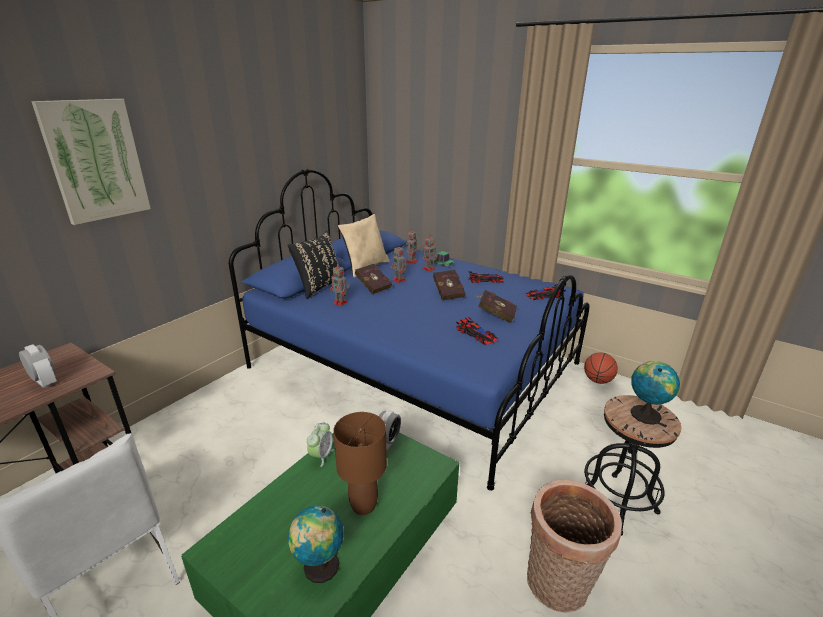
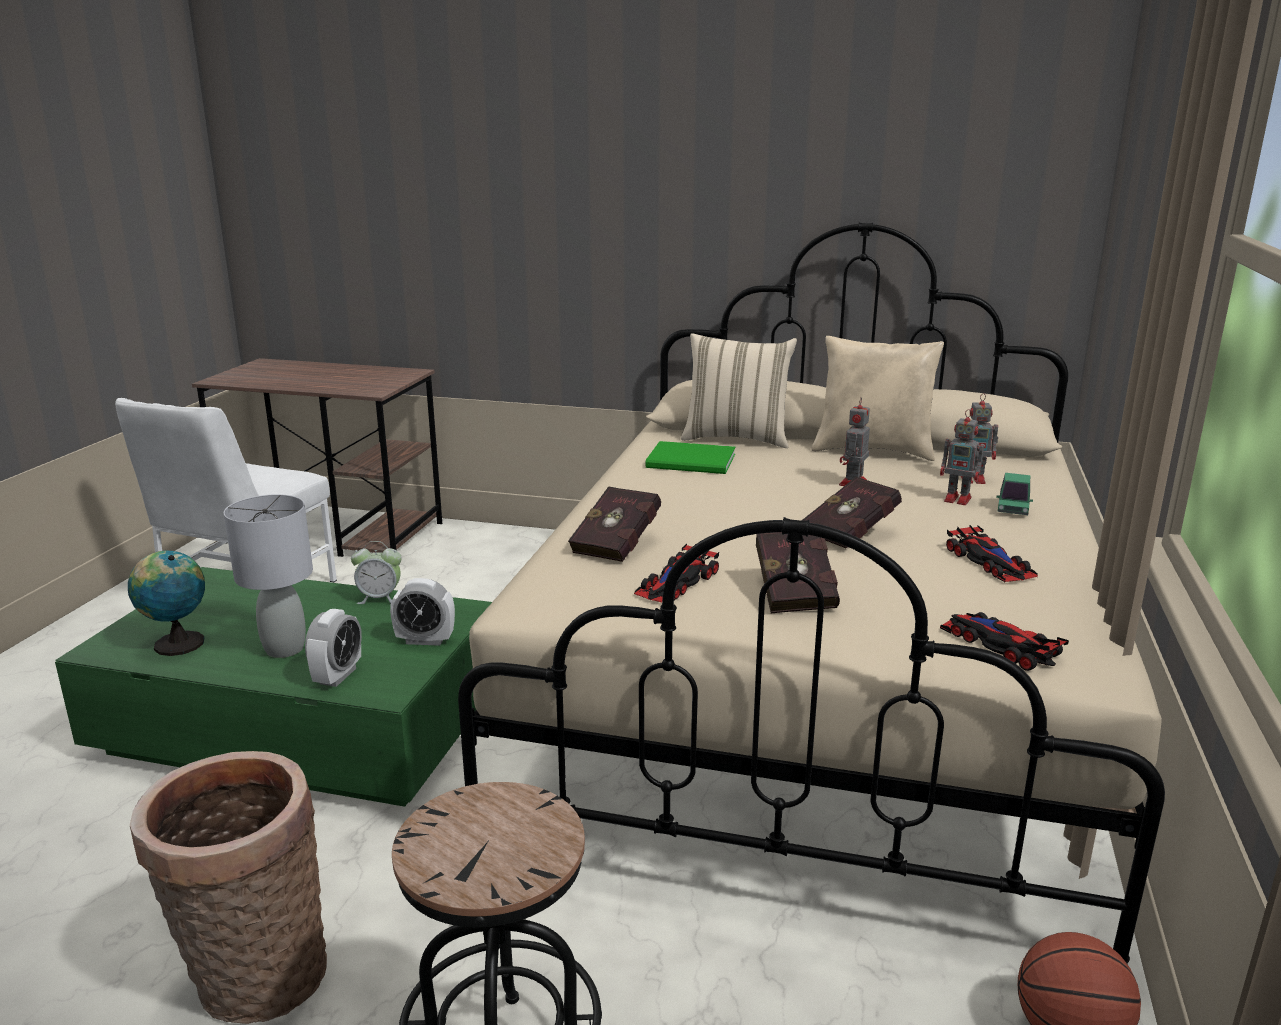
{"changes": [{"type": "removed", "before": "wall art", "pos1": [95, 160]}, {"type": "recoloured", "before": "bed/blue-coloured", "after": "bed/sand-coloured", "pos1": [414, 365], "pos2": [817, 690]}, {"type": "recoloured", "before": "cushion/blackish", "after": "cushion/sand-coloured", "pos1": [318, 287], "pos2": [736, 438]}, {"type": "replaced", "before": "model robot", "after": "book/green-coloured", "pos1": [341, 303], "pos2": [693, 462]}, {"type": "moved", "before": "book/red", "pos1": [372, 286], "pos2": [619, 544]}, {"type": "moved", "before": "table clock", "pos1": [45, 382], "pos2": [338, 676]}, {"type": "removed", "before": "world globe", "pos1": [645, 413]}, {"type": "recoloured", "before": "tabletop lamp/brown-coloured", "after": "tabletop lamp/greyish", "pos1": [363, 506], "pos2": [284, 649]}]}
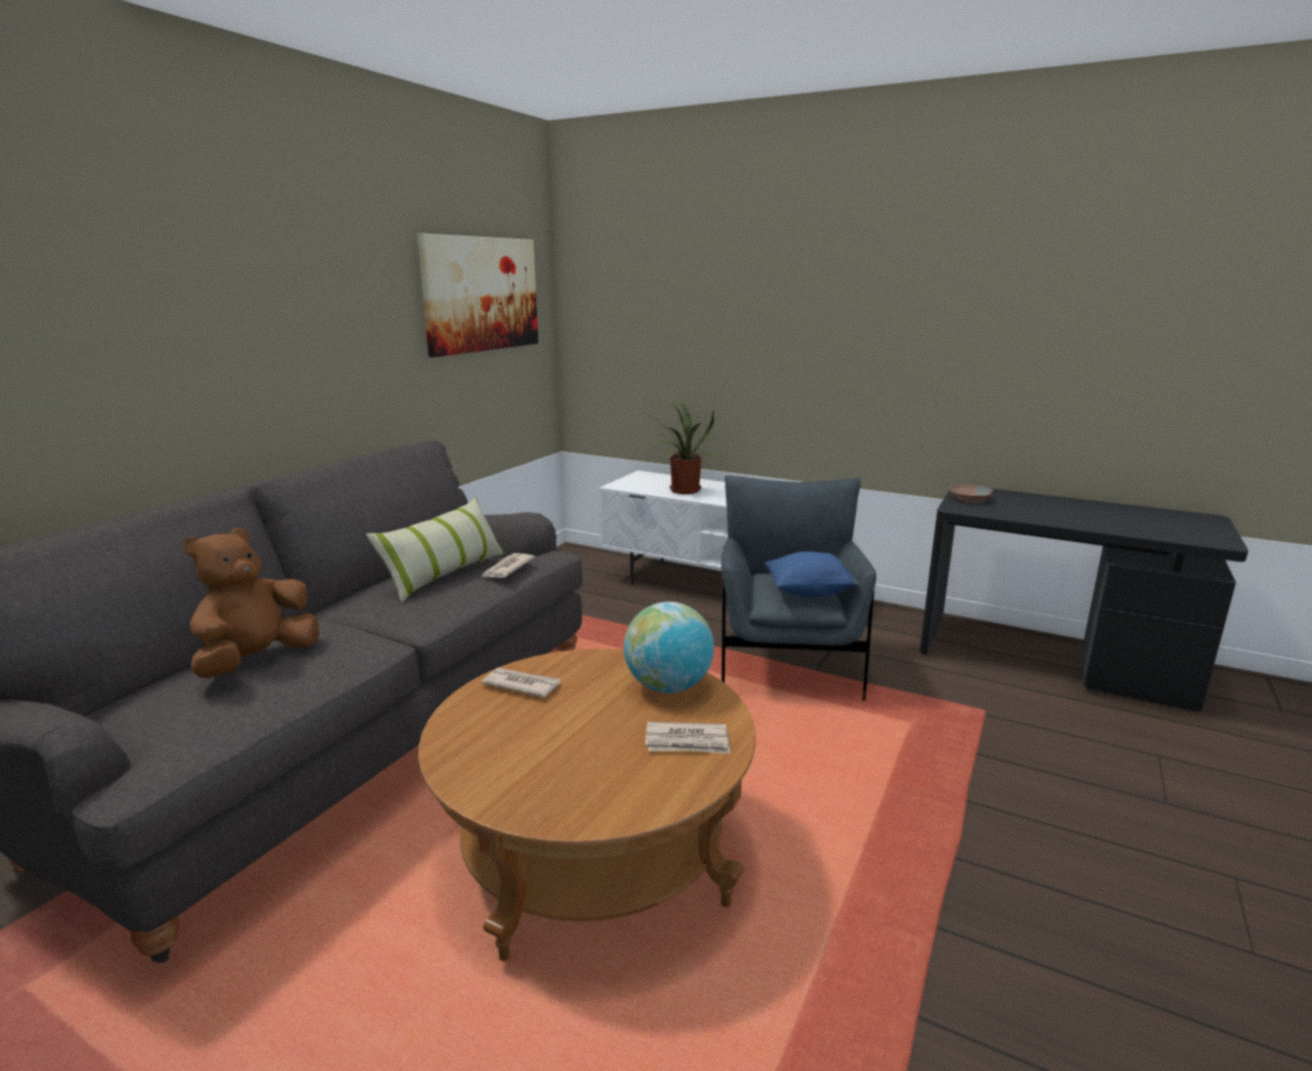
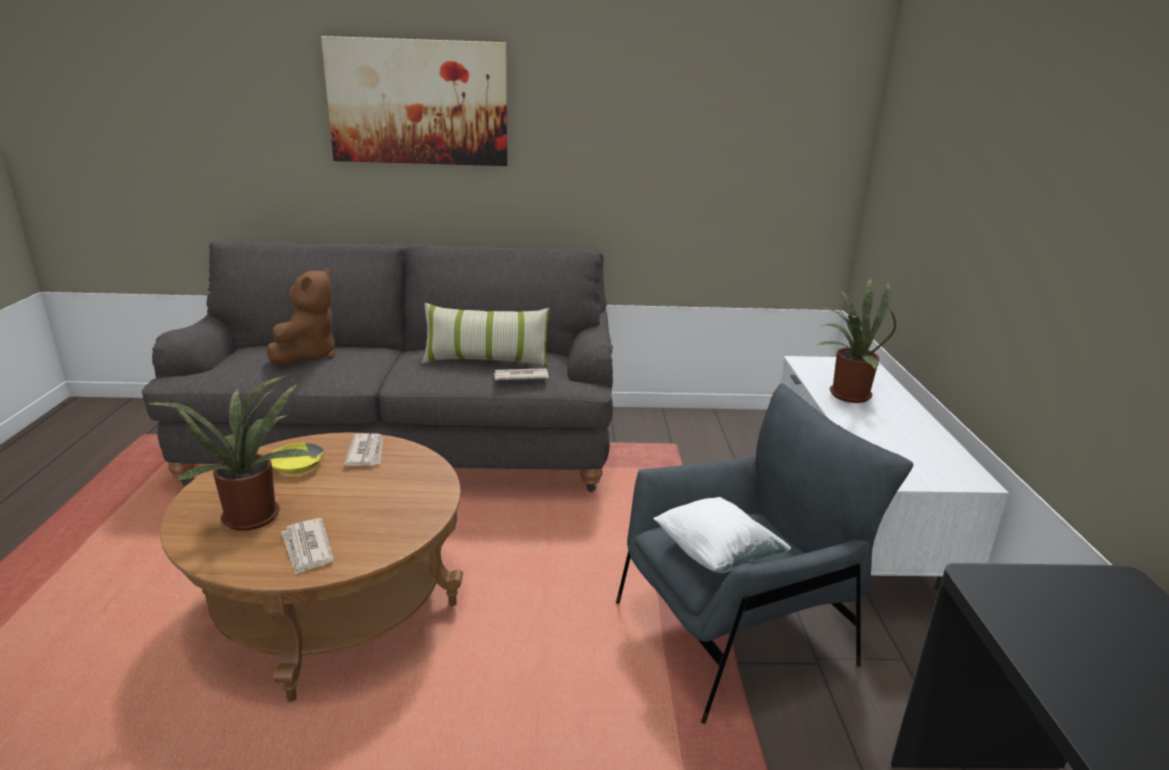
{"changes": [{"type": "moved", "before": "wall art", "pos1": [481, 294], "pos2": [418, 102]}, {"type": "removed", "before": "serving bowl/brown-coloured", "pos1": [969, 499]}, {"type": "turned", "before": "cuddly toy/brown-coloured", "pos1": [257, 661], "pos2": [308, 355], "turn": 105}, {"type": "recoloured", "before": "cushion/blue-coloured", "after": "cushion/white-coloured", "pos1": [809, 592], "pos2": [716, 555]}, {"type": "removed", "before": "world globe", "pos1": [668, 686]}, {"type": "added", "after": "houseplant", "pos2": [253, 514]}, {"type": "added", "after": "serving bowl/yellowish", "pos2": [297, 467]}]}
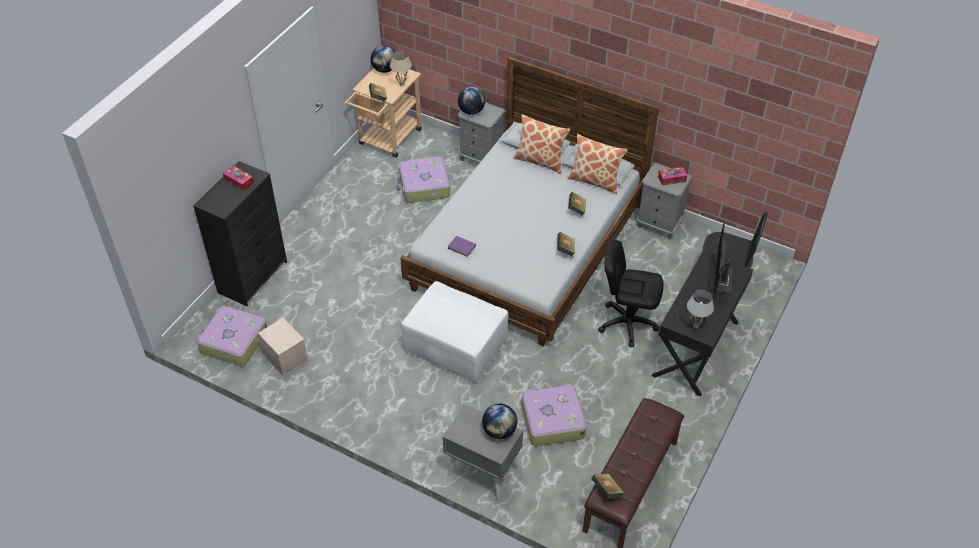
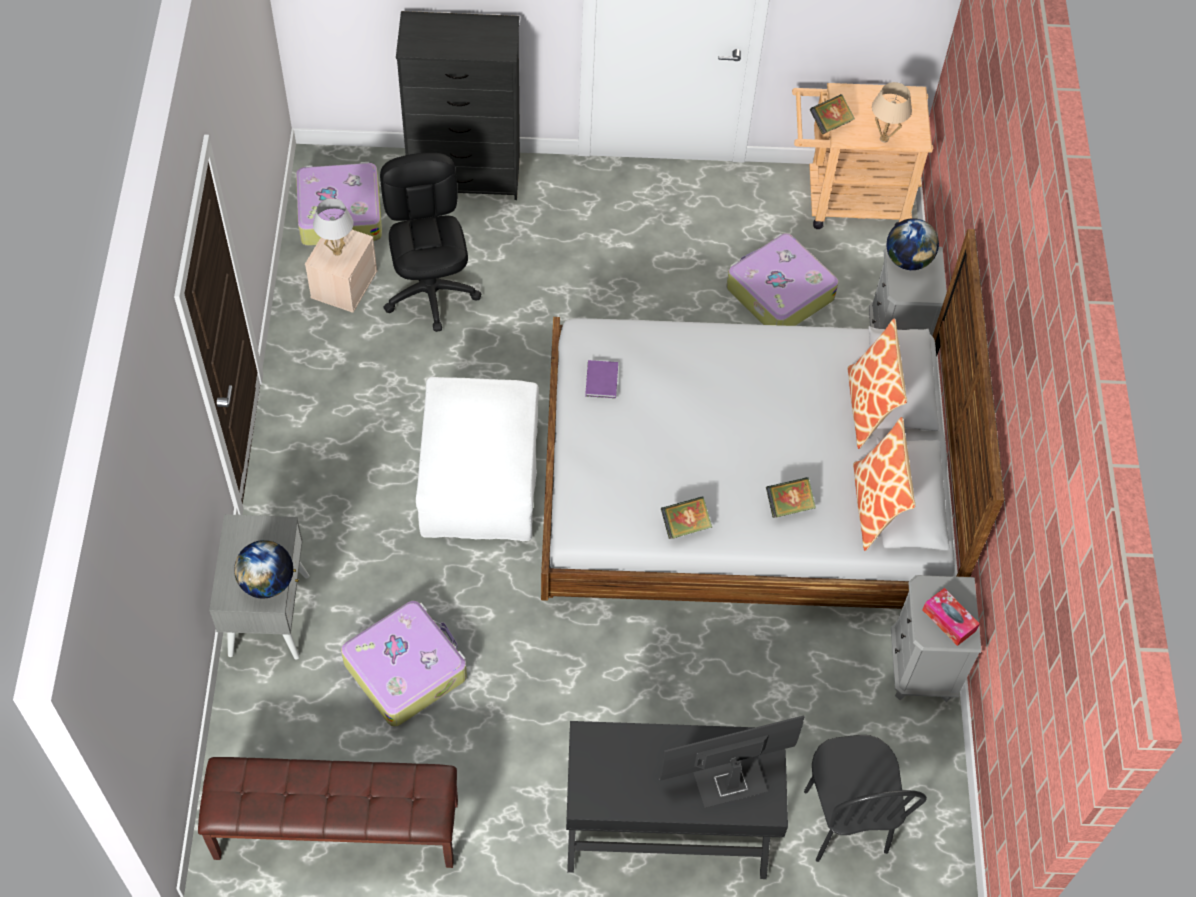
{"changes": [{"type": "removed", "before": "world globe", "pos1": [385, 69]}, {"type": "removed", "before": "tissue box", "pos1": [239, 181]}, {"type": "moved", "before": "computer chair/blackish", "pos1": [627, 323], "pos2": [431, 292]}, {"type": "moved", "before": "tabletop lamp/white-coloured", "pos1": [696, 325], "pos2": [337, 251]}, {"type": "removed", "before": "book", "pos1": [606, 491]}]}
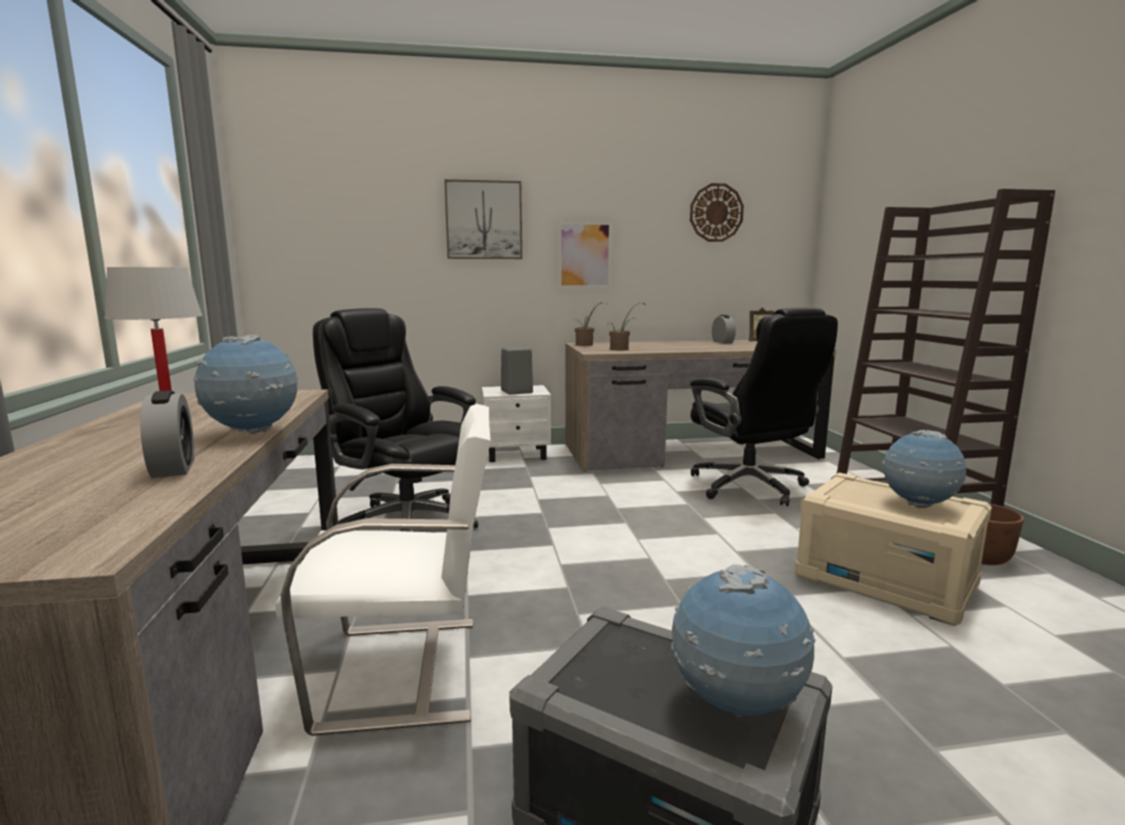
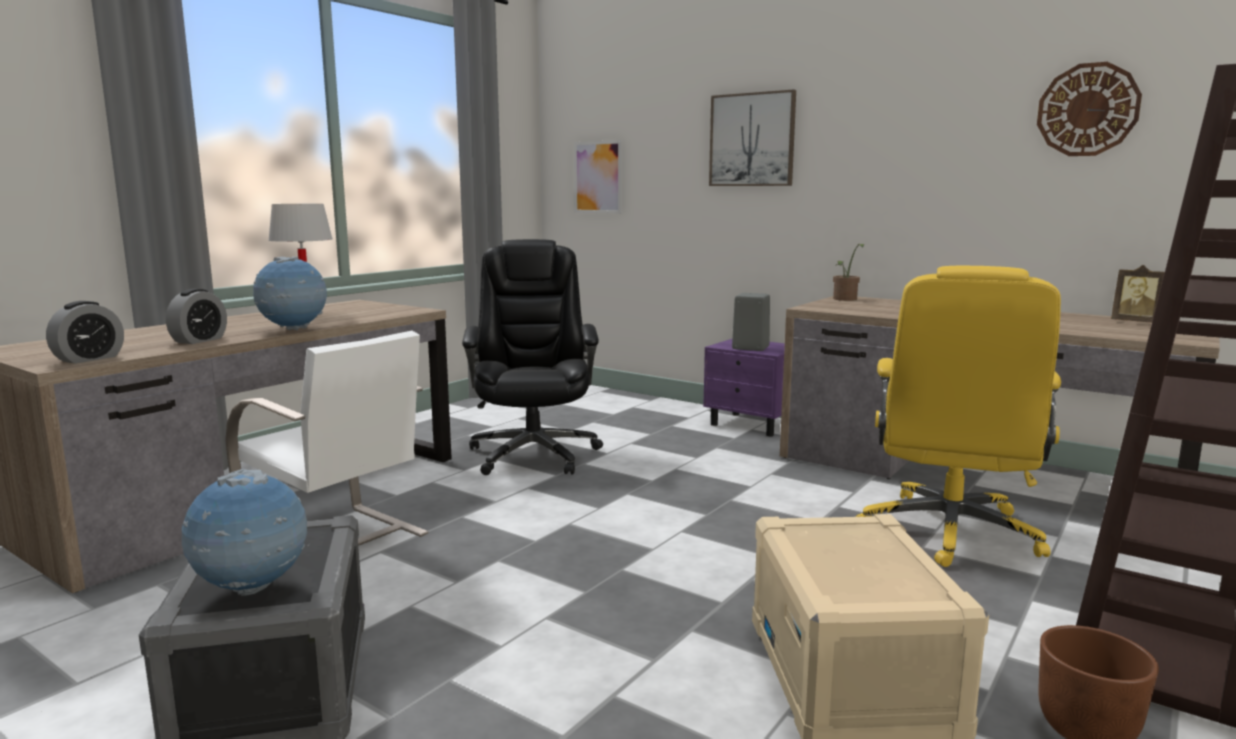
{"changes": [{"type": "moved", "before": "wall art", "pos1": [584, 255], "pos2": [598, 177]}, {"type": "removed", "before": "houseplant", "pos1": [622, 349]}, {"type": "recoloured", "before": "computer chair/blackish", "after": "computer chair/yellowish", "pos1": [750, 487], "pos2": [949, 532]}, {"type": "moved", "before": "table clock", "pos1": [722, 342], "pos2": [89, 359]}, {"type": "recoloured", "before": "bedside table/white-coloured", "after": "bedside table/purple", "pos1": [517, 454], "pos2": [753, 424]}, {"type": "removed", "before": "world globe", "pos1": [918, 506]}]}
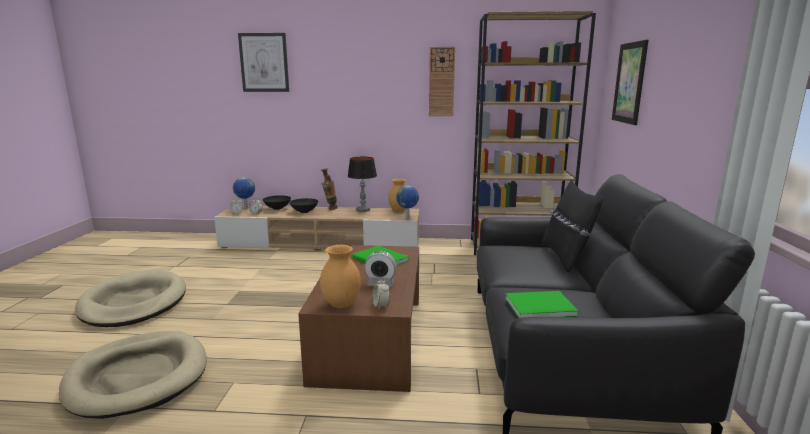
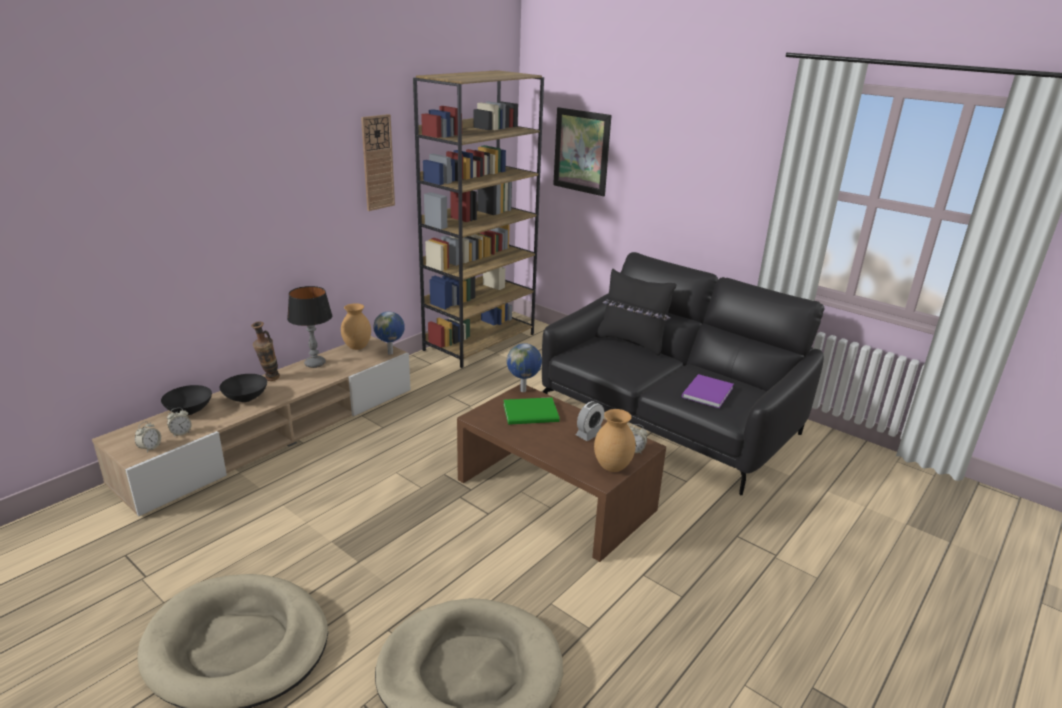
{"changes": [{"type": "removed", "before": "wall art", "pos1": [264, 62]}, {"type": "moved", "before": "world globe", "pos1": [245, 208], "pos2": [524, 391]}, {"type": "recoloured", "before": "book/green-coloured", "after": "book/purple", "pos1": [537, 306], "pos2": [705, 393]}]}
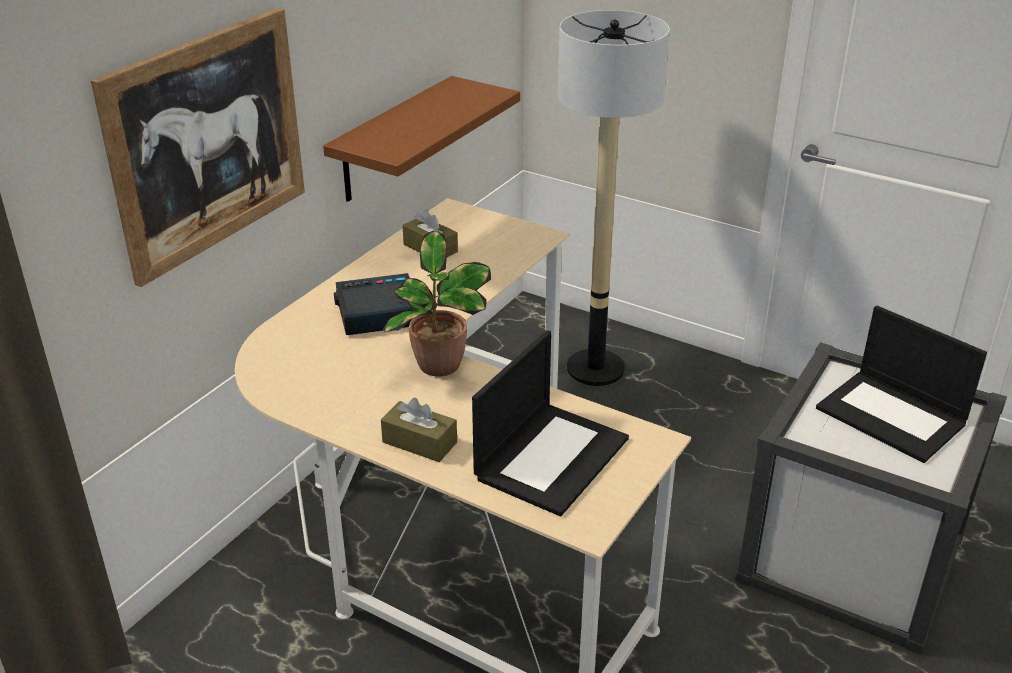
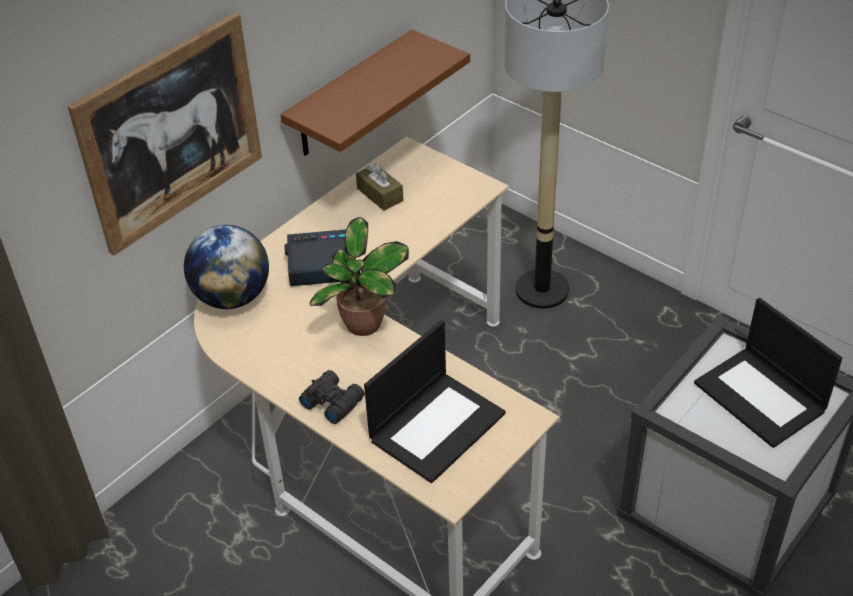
{"changes": [{"type": "replaced", "before": "tissue box/brown-coloured", "after": "pair of binoculars/blackish", "pos1": [419, 442], "pos2": [332, 401]}, {"type": "added", "after": "world globe", "pos2": [232, 297]}]}
